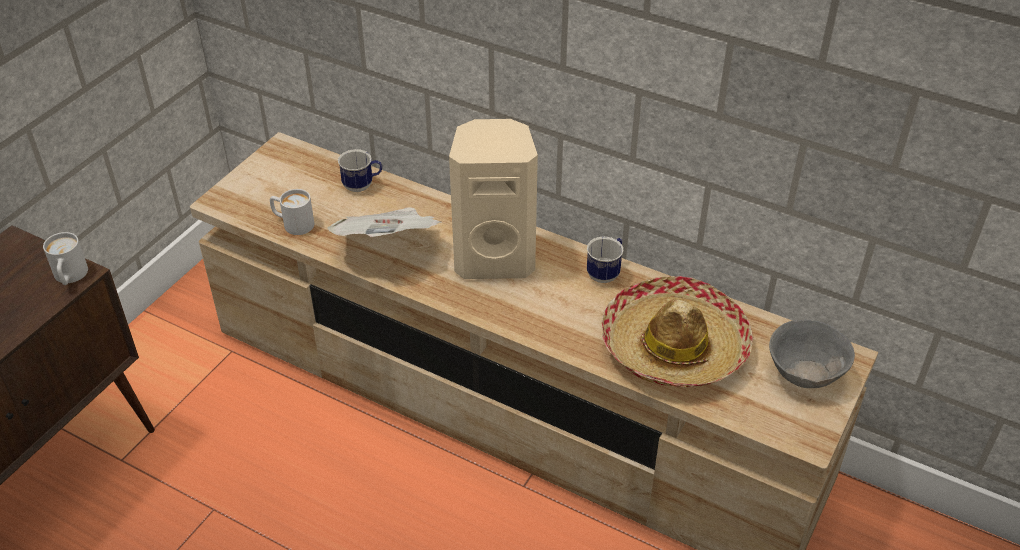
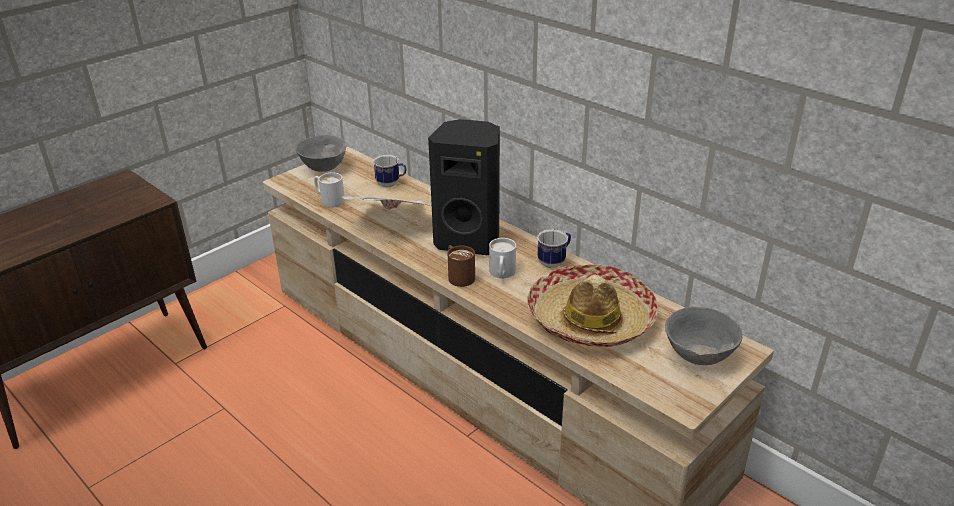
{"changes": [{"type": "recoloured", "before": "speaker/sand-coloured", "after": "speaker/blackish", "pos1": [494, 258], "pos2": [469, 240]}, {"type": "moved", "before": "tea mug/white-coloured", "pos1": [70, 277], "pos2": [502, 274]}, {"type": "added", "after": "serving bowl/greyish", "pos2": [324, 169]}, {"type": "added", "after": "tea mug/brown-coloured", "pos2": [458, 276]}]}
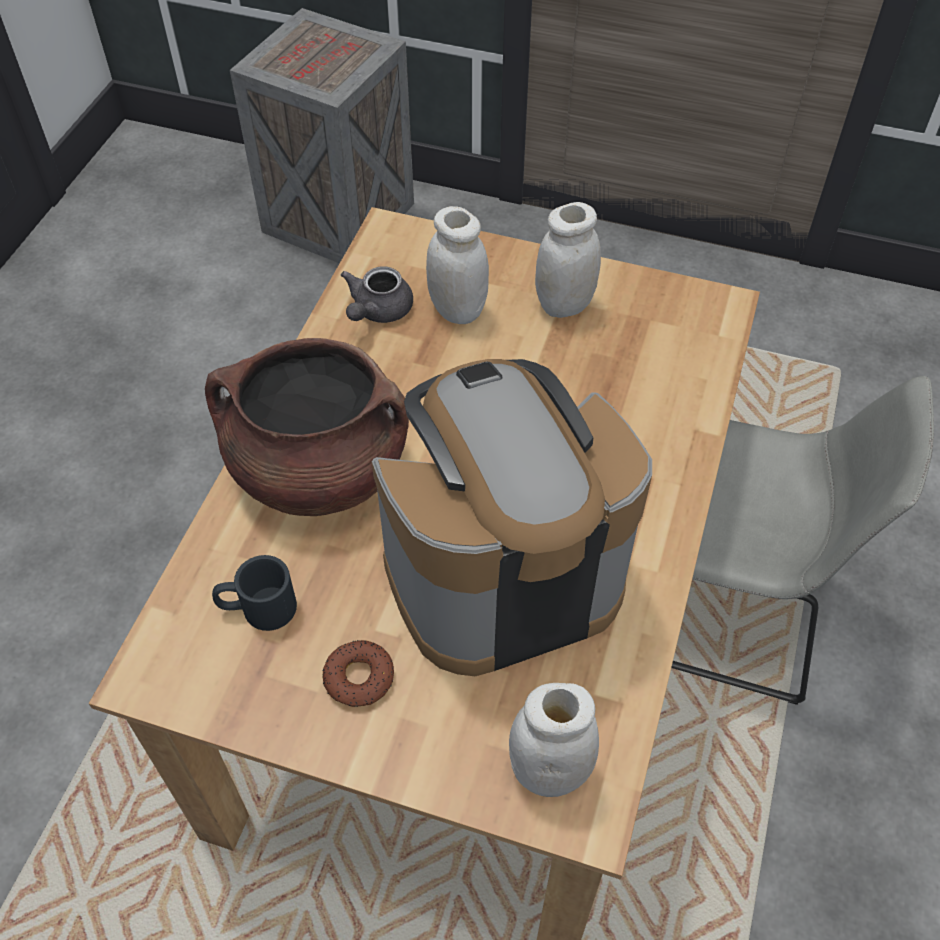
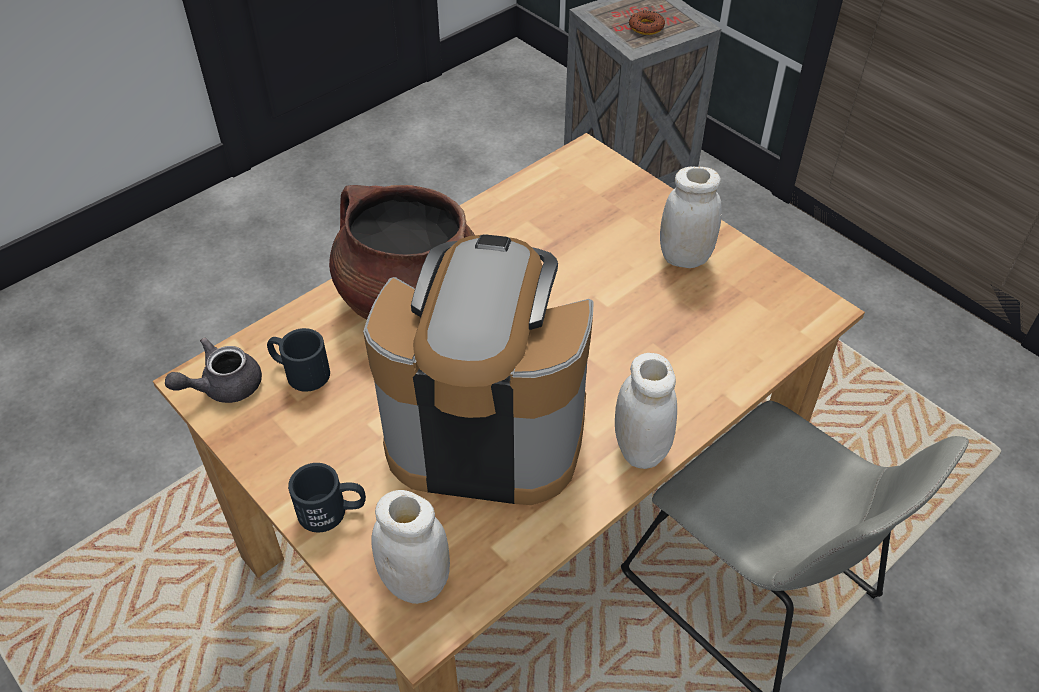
{"changes": [{"type": "moved", "before": "preserve jar/white-coloured", "pos1": [457, 310], "pos2": [640, 449]}, {"type": "moved", "before": "tea pot/greyish", "pos1": [377, 311], "pos2": [223, 386]}, {"type": "moved", "before": "donut", "pos1": [358, 677], "pos2": [646, 27]}, {"type": "added", "after": "tea mug/blackish", "pos2": [332, 511]}]}
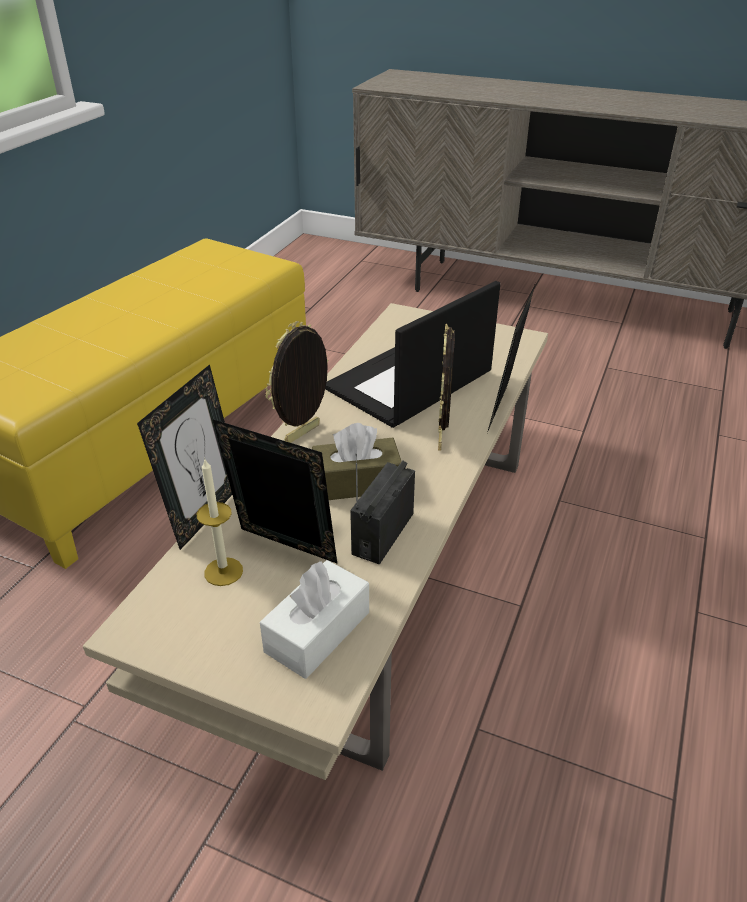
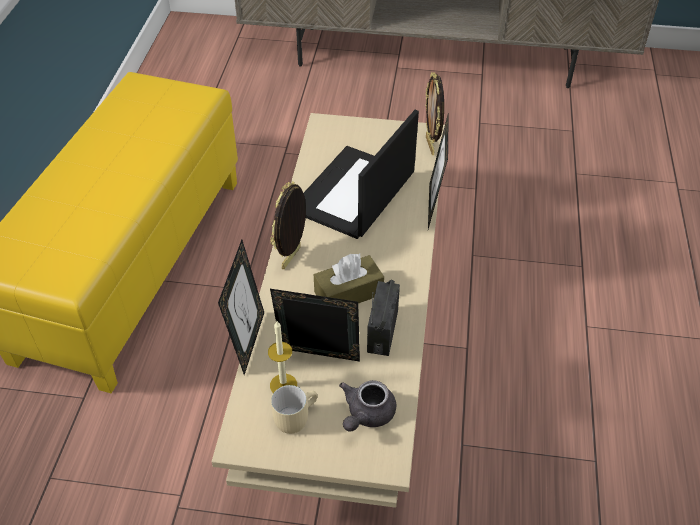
{"changes": [{"type": "moved", "before": "photo frame", "pos1": [442, 437], "pos2": [431, 146]}, {"type": "replaced", "before": "tissue box/white-coloured", "after": "tea pot/greyish", "pos1": [317, 632], "pos2": [366, 414]}, {"type": "added", "after": "tea mug/sand-coloured", "pos2": [294, 416]}]}
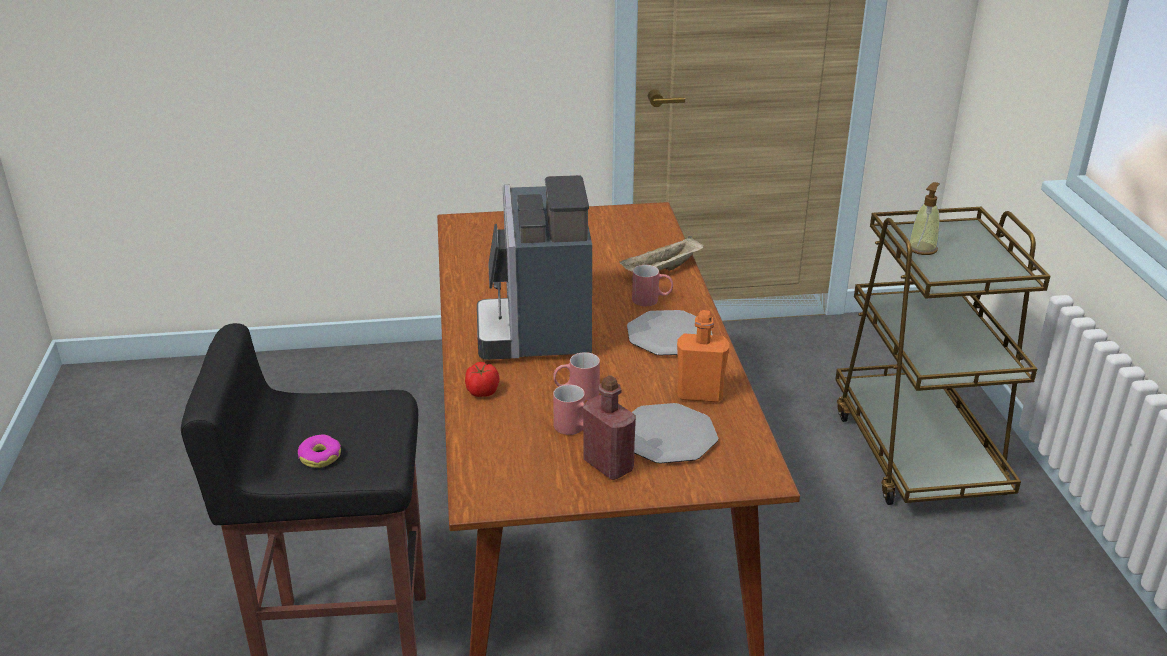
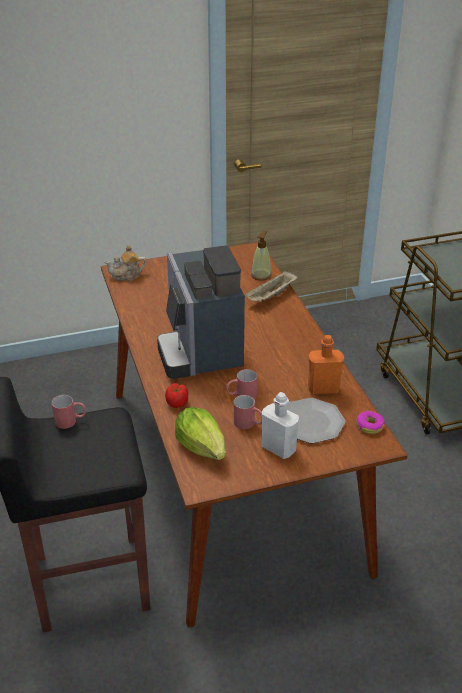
{"changes": [{"type": "moved", "before": "soap dispenser", "pos1": [922, 249], "pos2": [261, 275]}, {"type": "moved", "before": "tea mug/red", "pos1": [652, 300], "pos2": [71, 421]}, {"type": "removed", "before": "plate", "pos1": [669, 335]}, {"type": "recoloured", "before": "beverage bottle/red", "after": "beverage bottle/white-coloured", "pos1": [608, 465], "pos2": [278, 448]}, {"type": "moved", "before": "donut", "pos1": [320, 457], "pos2": [369, 426]}, {"type": "added", "after": "tea pot", "pos2": [126, 276]}, {"type": "added", "after": "lettuce head", "pos2": [202, 447]}]}
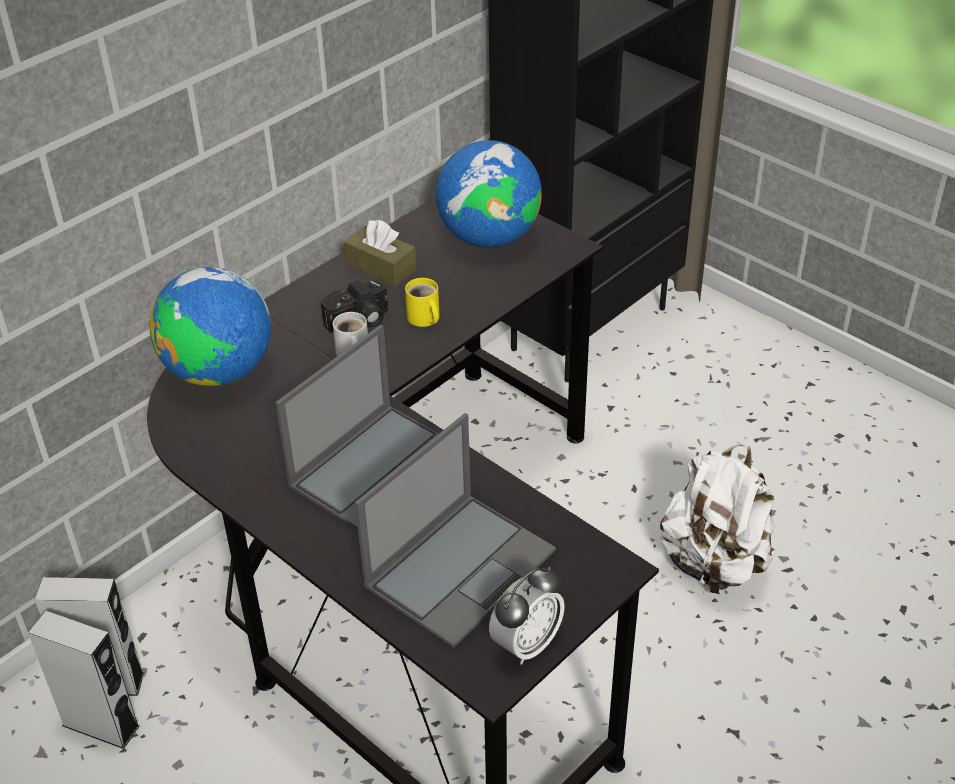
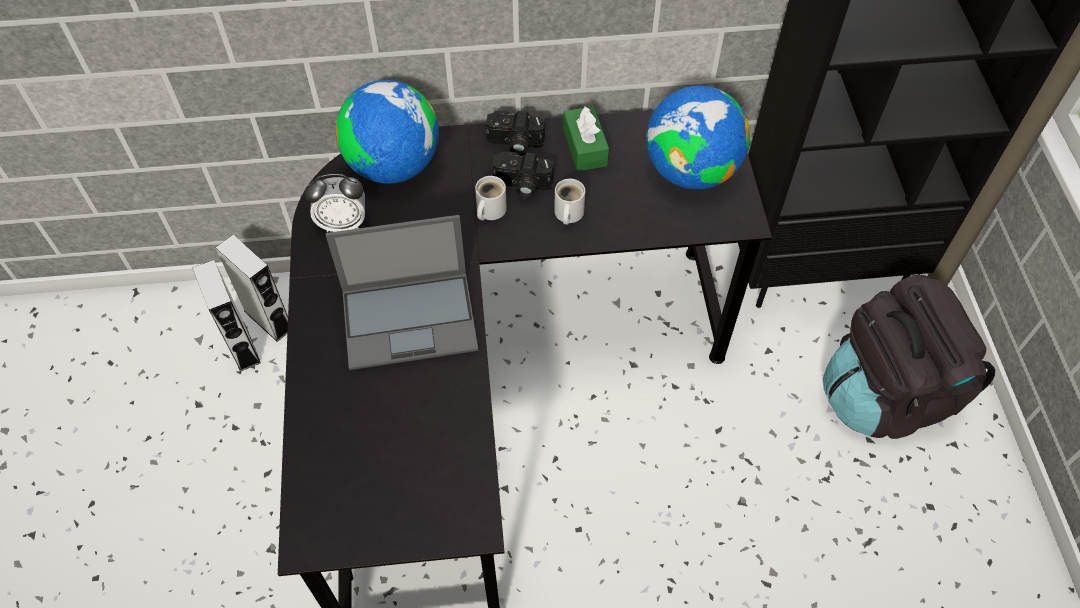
{"changes": [{"type": "recoloured", "before": "tissue box/brown-coloured", "after": "tissue box/green-coloured", "pos1": [381, 267], "pos2": [585, 147]}, {"type": "recoloured", "before": "tea mug/yellowish", "after": "tea mug/white-coloured", "pos1": [423, 319], "pos2": [567, 214]}, {"type": "removed", "before": "laptop", "pos1": [461, 567]}, {"type": "removed", "before": "backpack/white-coloured", "pos1": [714, 563]}, {"type": "moved", "before": "table clock", "pos1": [526, 644], "pos2": [343, 223]}, {"type": "added", "after": "still camera", "pos2": [514, 143]}, {"type": "added", "after": "backpack/blackish", "pos2": [887, 395]}]}
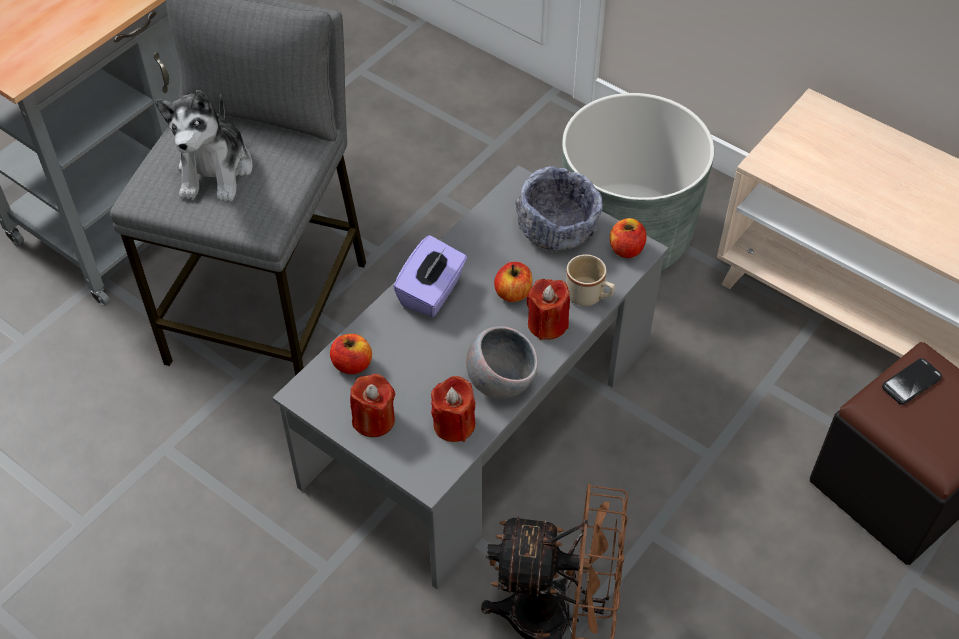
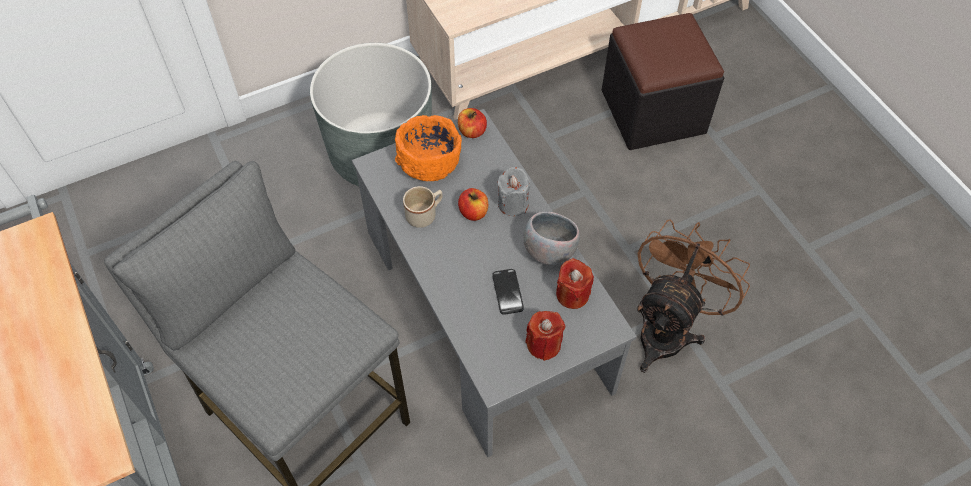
{"changes": [{"type": "removed", "before": "cuddly toy", "pos1": [216, 170]}, {"type": "recoloured", "before": "serving bowl/greyish", "after": "serving bowl/orangey", "pos1": [557, 228], "pos2": [429, 162]}, {"type": "removed", "before": "tissue box/purple", "pos1": [432, 292]}, {"type": "moved", "before": "tea mug/sand-coloured", "pos1": [589, 296], "pos2": [425, 214]}, {"type": "recoloured", "before": "candle/red", "after": "candle/greyish", "pos1": [547, 324], "pos2": [513, 203]}, {"type": "removed", "before": "apple", "pos1": [352, 364]}, {"type": "moved", "before": "handset", "pos1": [911, 382], "pos2": [507, 292]}]}
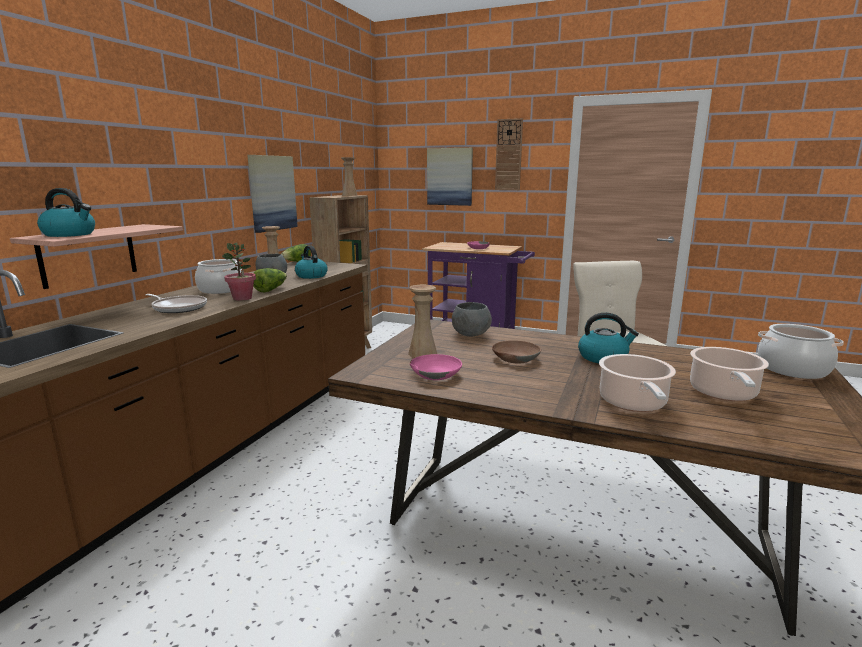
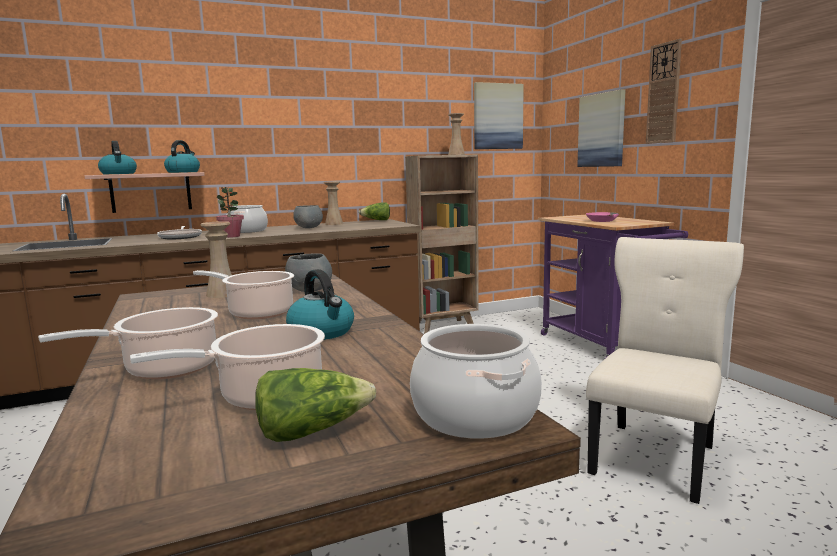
{"changes": [{"type": "moved", "before": "wall art", "pos1": [272, 193], "pos2": [497, 116]}, {"type": "moved", "before": "kettle", "pos1": [311, 276], "pos2": [183, 172]}, {"type": "moved", "before": "lettuce head", "pos1": [270, 289], "pos2": [312, 431]}, {"type": "replaced", "before": "serving bowl/brown-coloured", "after": "stockpot", "pos1": [515, 358], "pos2": [257, 313]}, {"type": "removed", "before": "serving bowl/pinkish", "pos1": [435, 374]}]}
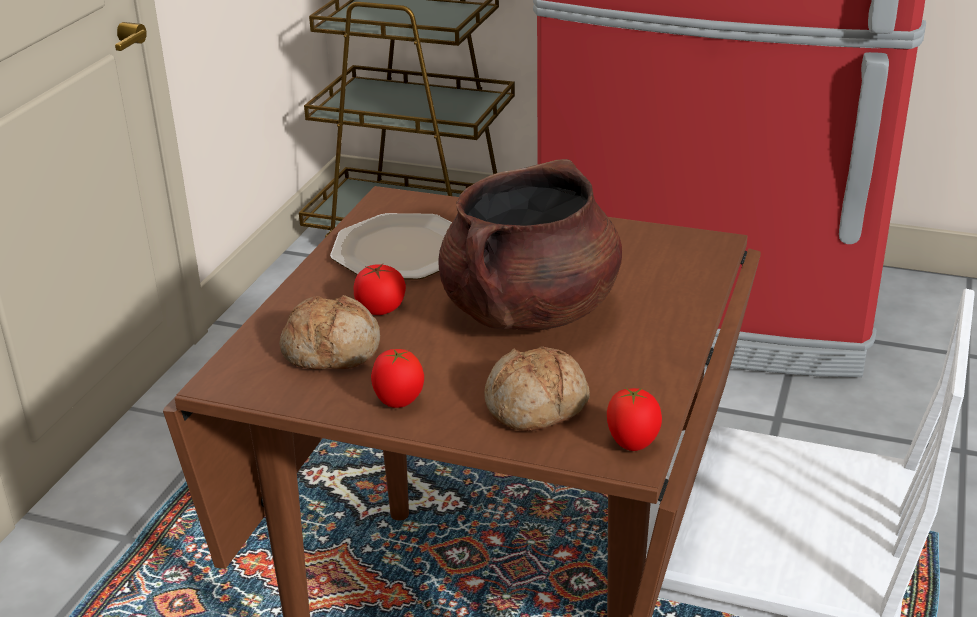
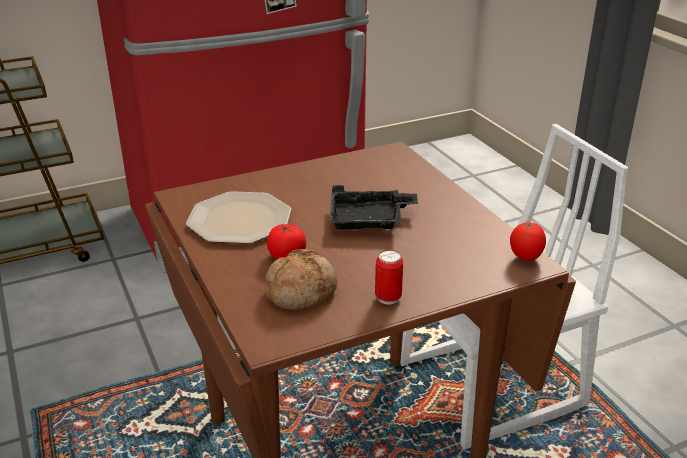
{"changes": [{"type": "replaced", "before": "stockpot/brown-coloured", "after": "serving tray/blackish", "pos1": [530, 312], "pos2": [369, 220]}, {"type": "removed", "before": "baked bread", "pos1": [537, 407]}, {"type": "replaced", "before": "whole tomato", "after": "can", "pos1": [399, 402], "pos2": [388, 298]}]}
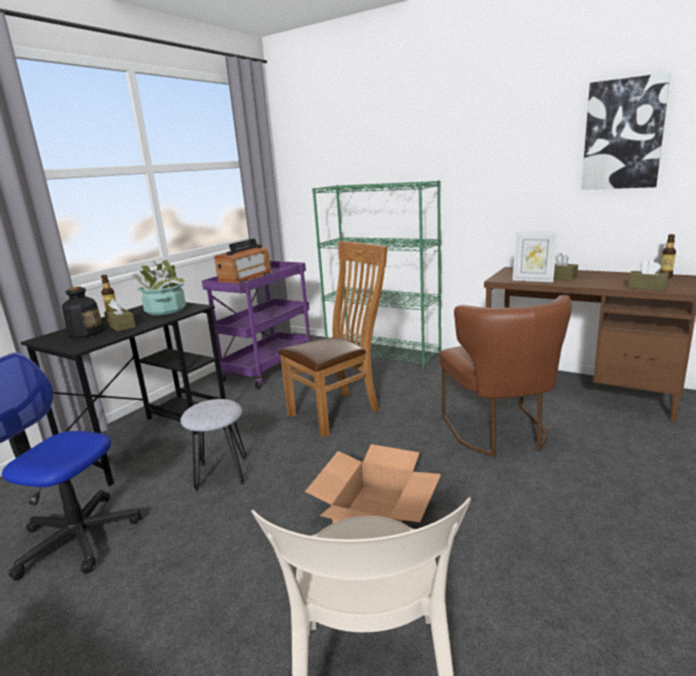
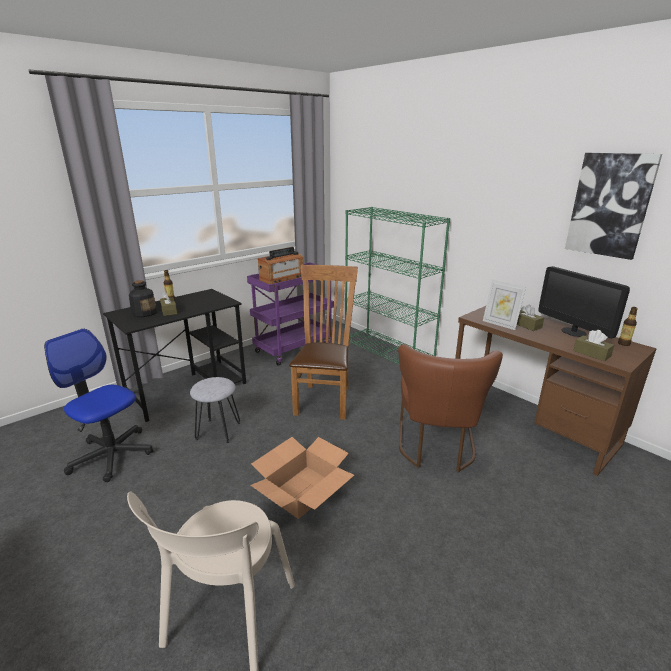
{"changes": [{"type": "turned", "before": "plain chair/brown-coloured", "pos1": [339, 411], "pos2": [325, 399], "turn": -60}, {"type": "removed", "before": "houseplant", "pos1": [165, 310]}, {"type": "added", "after": "computer display", "pos2": [573, 332]}]}
